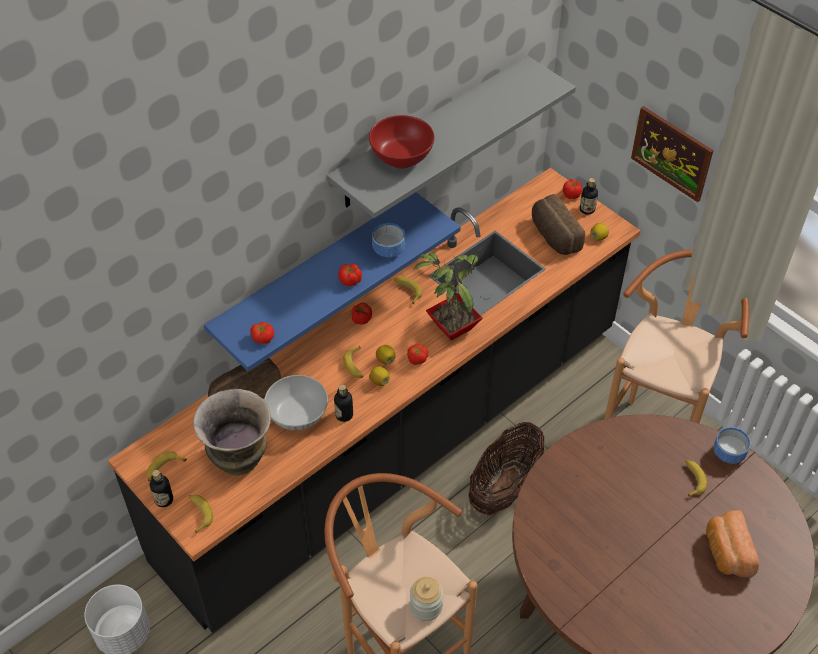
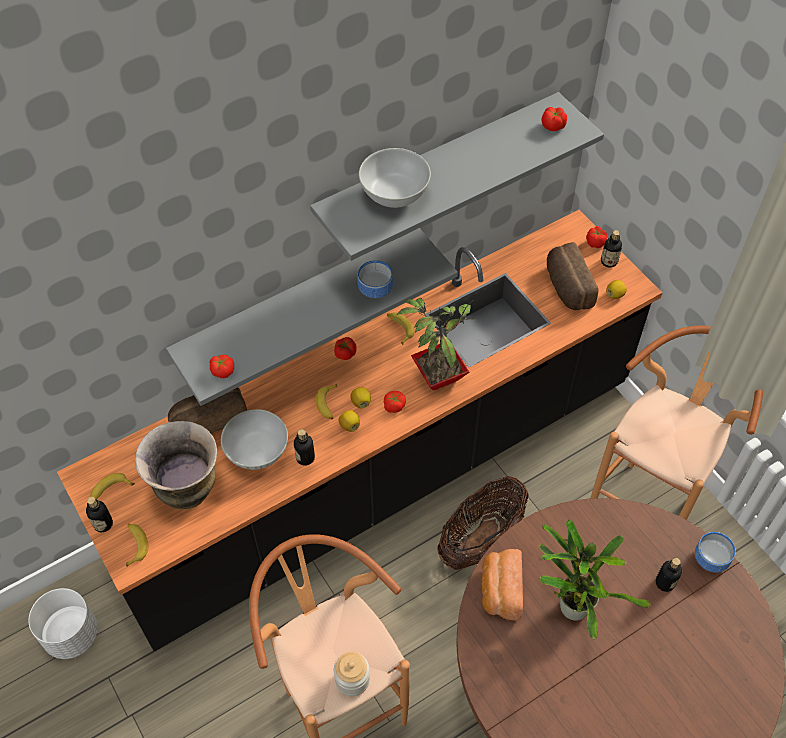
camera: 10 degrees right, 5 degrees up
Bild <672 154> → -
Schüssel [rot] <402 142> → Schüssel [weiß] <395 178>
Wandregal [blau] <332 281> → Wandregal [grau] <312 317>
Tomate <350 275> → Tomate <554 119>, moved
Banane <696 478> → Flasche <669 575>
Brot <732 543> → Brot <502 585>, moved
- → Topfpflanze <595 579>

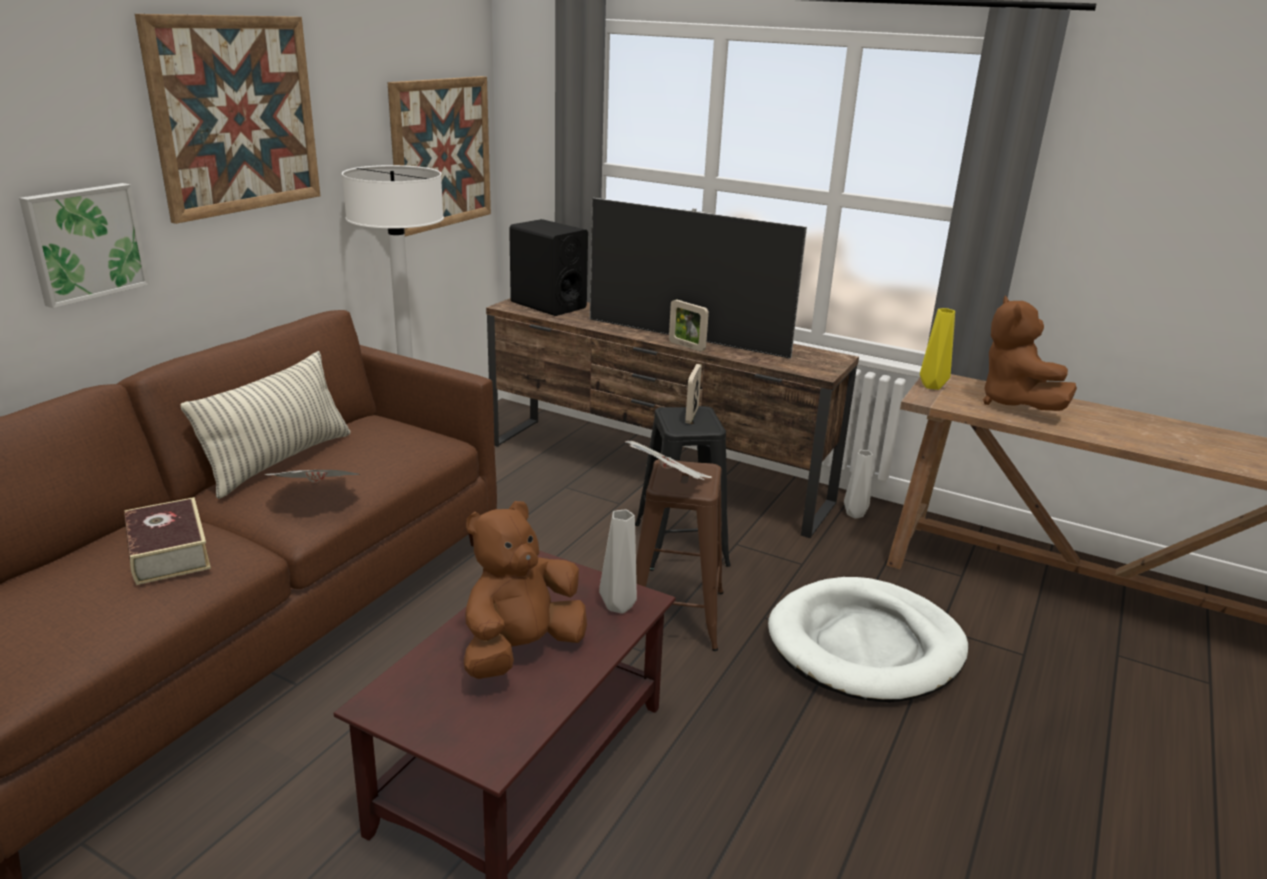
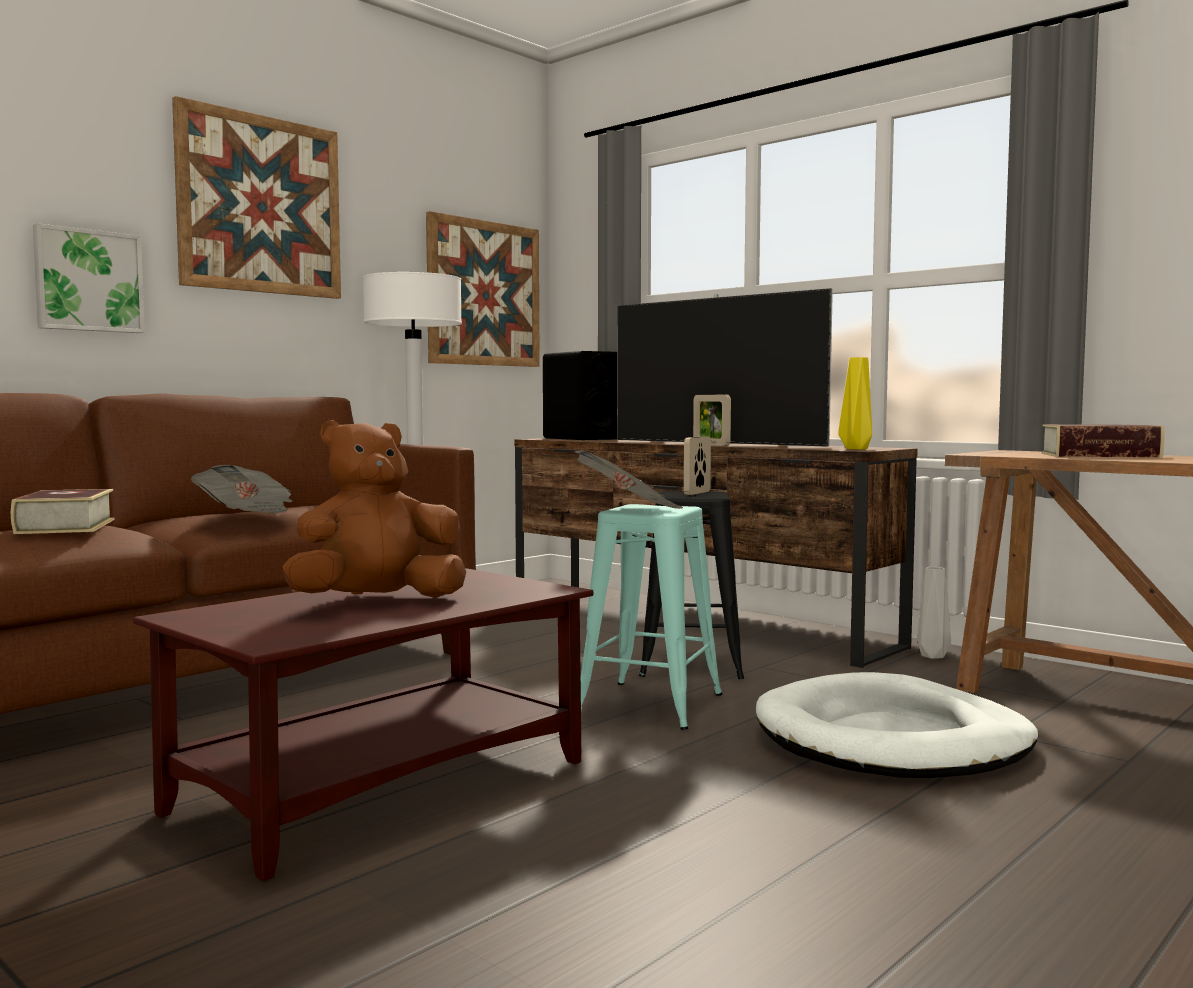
camera: 15 degrees right, 20 degrees down
Plüschtier [braun] <1030 353> → Buch <1103 441>
Vase [gelb] <937 349> → Vase [gelb] <855 403>, moved
Kissen <266 425> → -
Hocker [braun] <679 555> → Hocker [türkis] <651 617>
Vase [grau] <618 561> → -

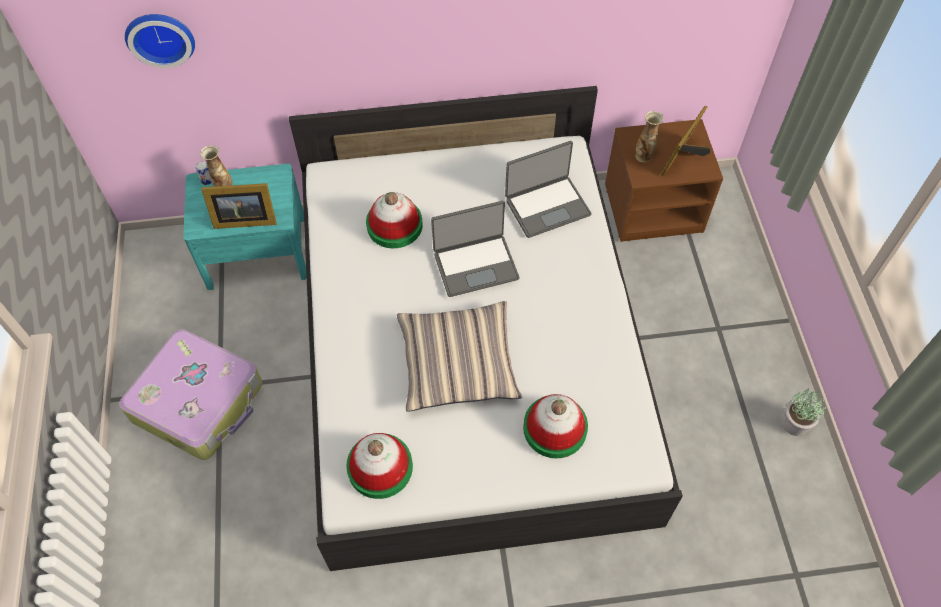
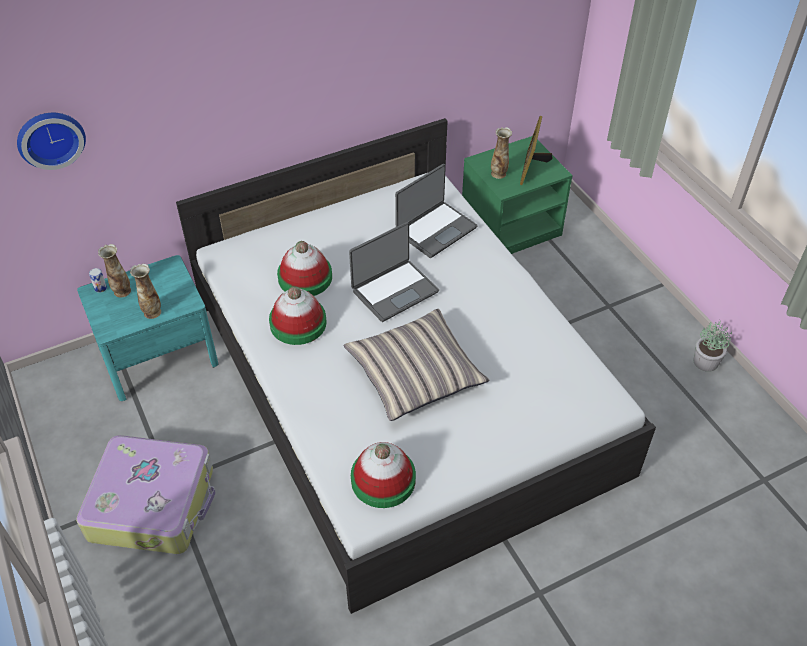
camera: 20 degrees left, 10 degrees down
Nachttisch [braun] <664 180> → Nachttisch [grün] <517 195>
Bilderrahmen <239 206> → Vase <145 291>
Hut <555 426> → Hut <297 315>, moved

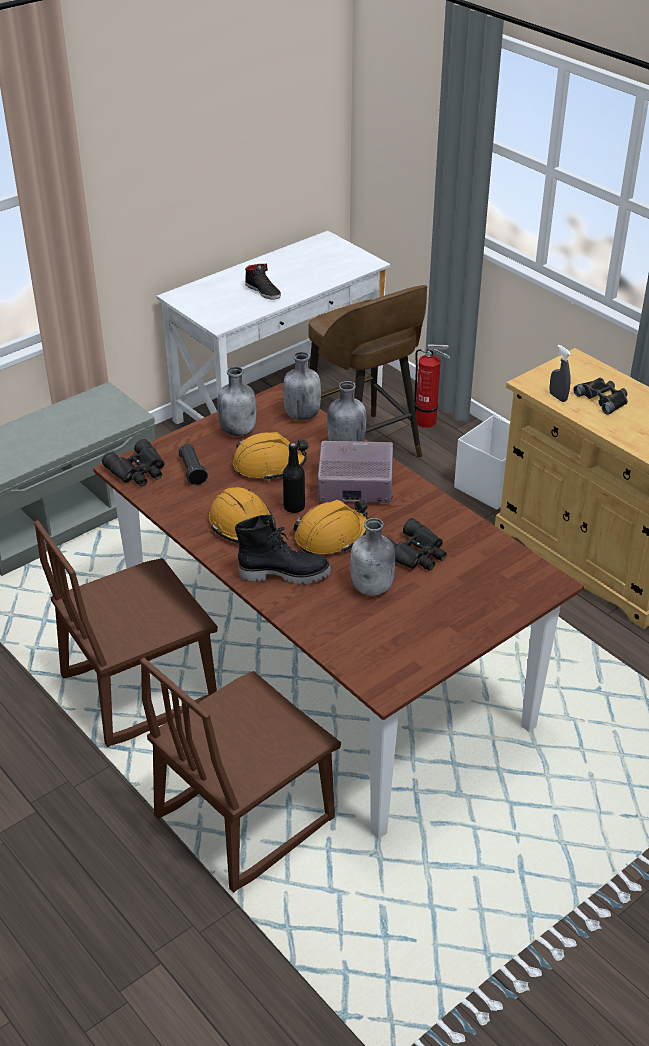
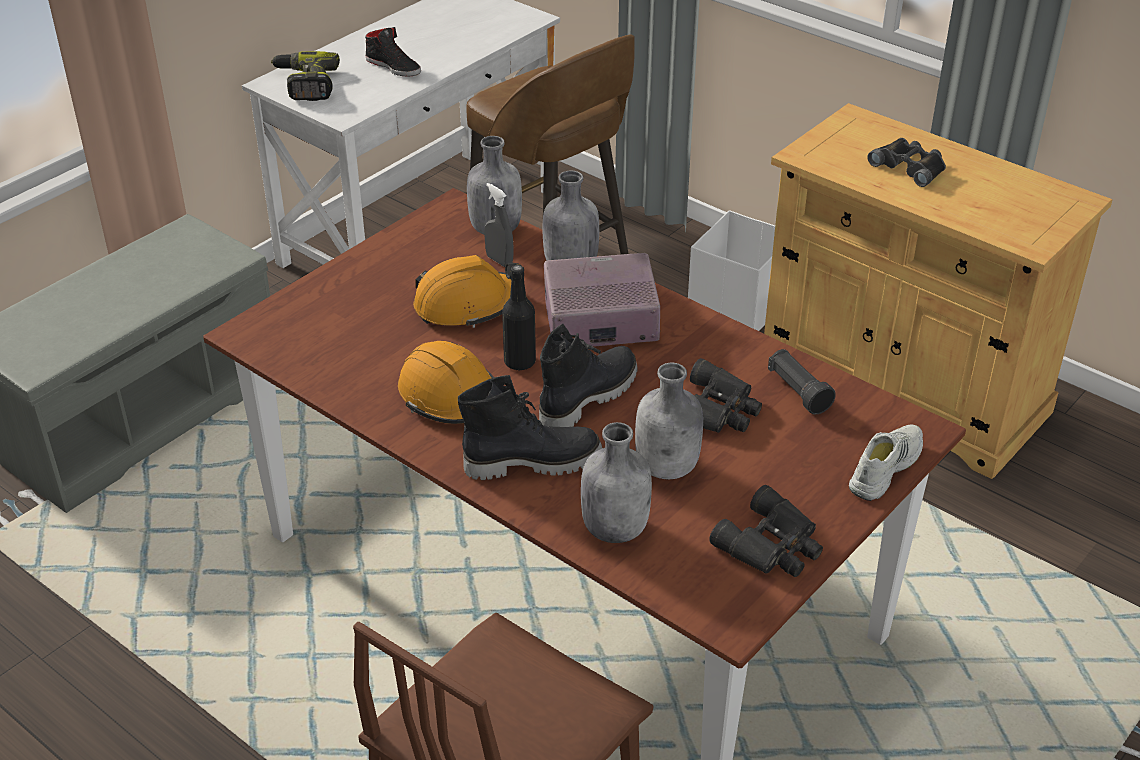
camera: 10 degrees left, 0 degrees up
Feuerlöscher <432 386> → -
Sprühflasche [grau] <560 373> → Sprühflasche [grau] <499 225>, moved
Flasche [grau] <237 401> → Flasche [grau] <616 482>, moved
Fernglas [schwarz] <133 462> → Fernglas [schwarz] <766 531>, moved
Taschenlampe [schwarz] <193 464> → Taschenlampe [schwarz] <802 381>, moved
Schutzhelm [orange] <330 527> → Stiefel [schwarz] <588 375>
Stuhl [braun] <126 633> → -
- → Bohrmaschine <305 76>
- → Schuh [weiß] <886 462>

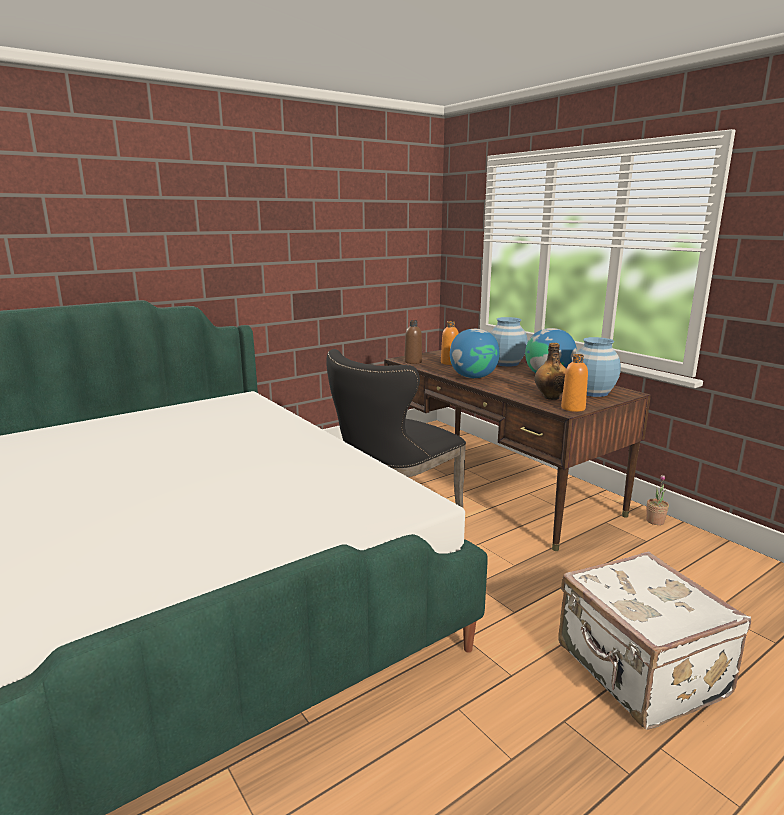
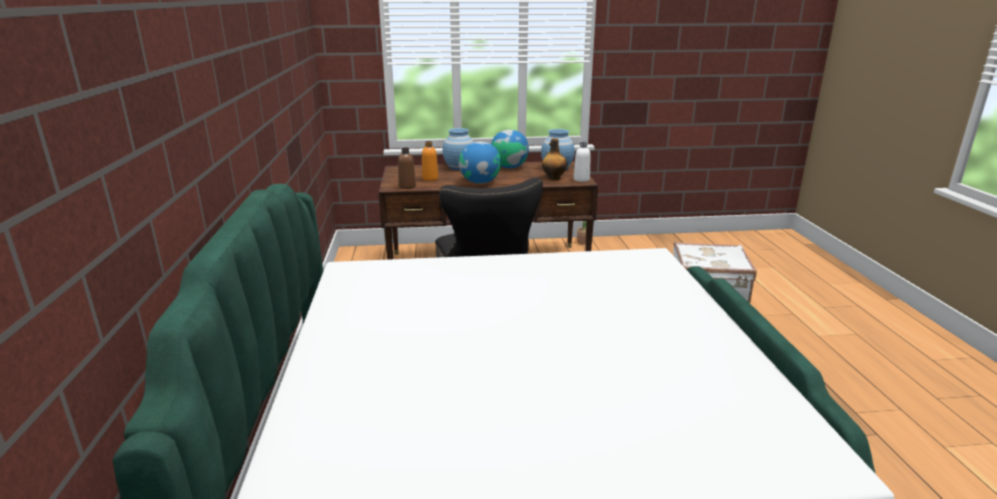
camera: 60 degrees left, 5 degrees up
Flasche [orange] <574 383> → Flasche [weiß] <582 162>

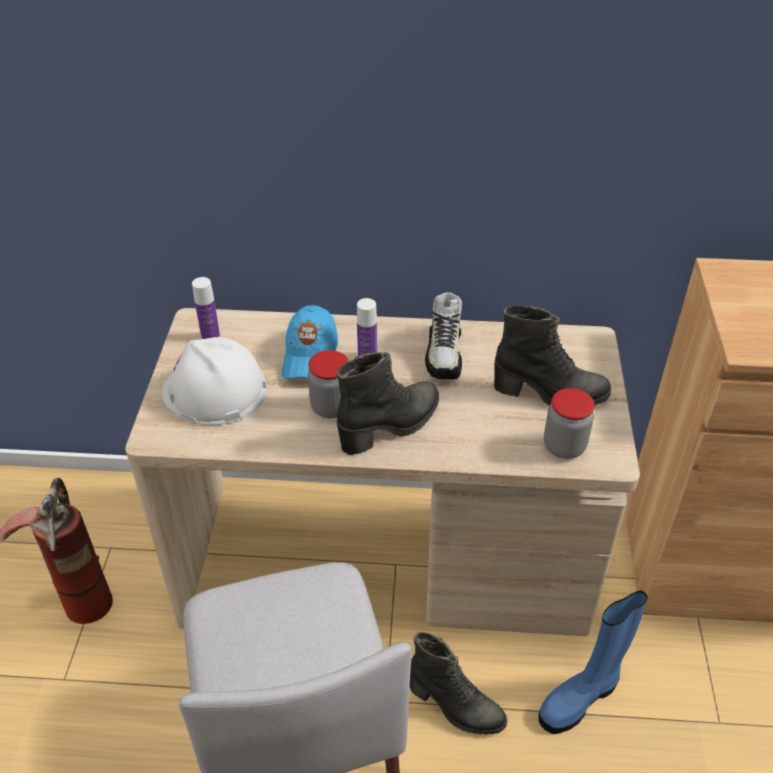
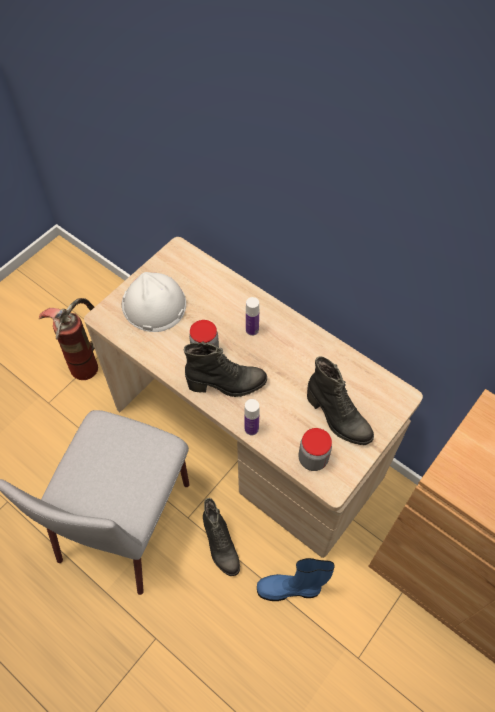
camera: 35 degrees right, 15 degrees up
Flasche <206 308> → Flasche <252 417>, moved
Schuh <443 336> → -
Kappe [blau] <310 342> → -

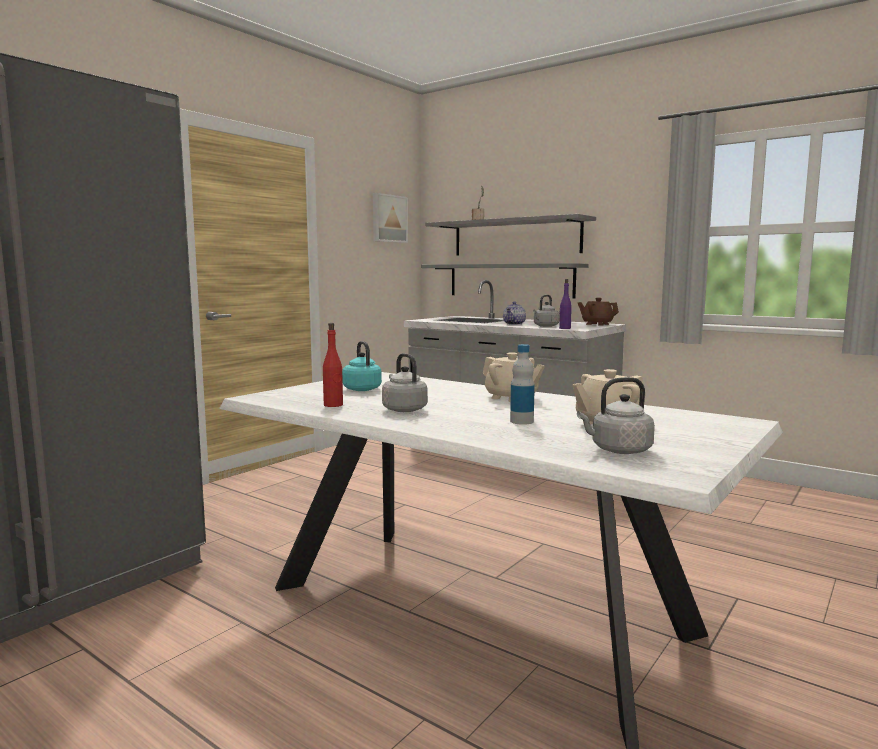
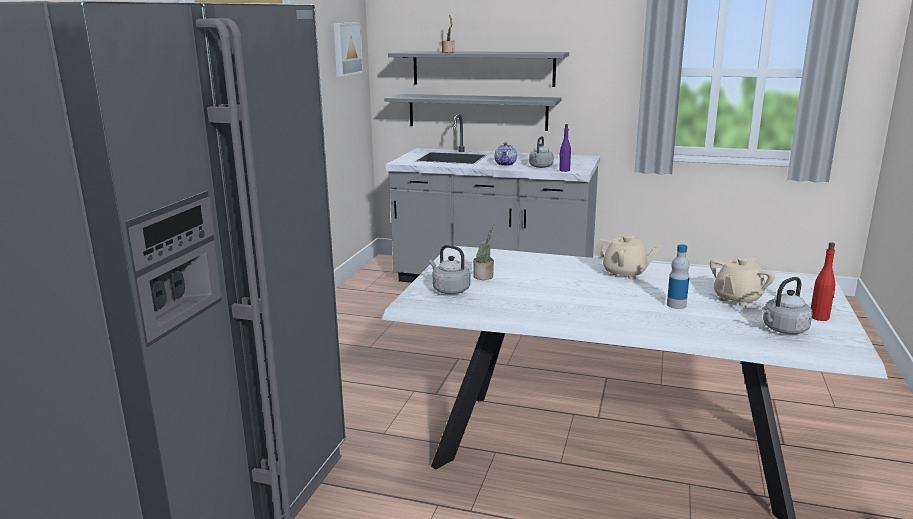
camera: 20 degrees left, 10 degrees up
Teekanne [braun] <598 312> → -
Flasche [rot] <333 365> → Flasche [rot] <823 281>, moved
Wasserkessel [türkis] <362 366> → Topfpflanze <484 252>
Wasserkessel [grau] <405 382> → Wasserkessel [grau] <449 269>, moved

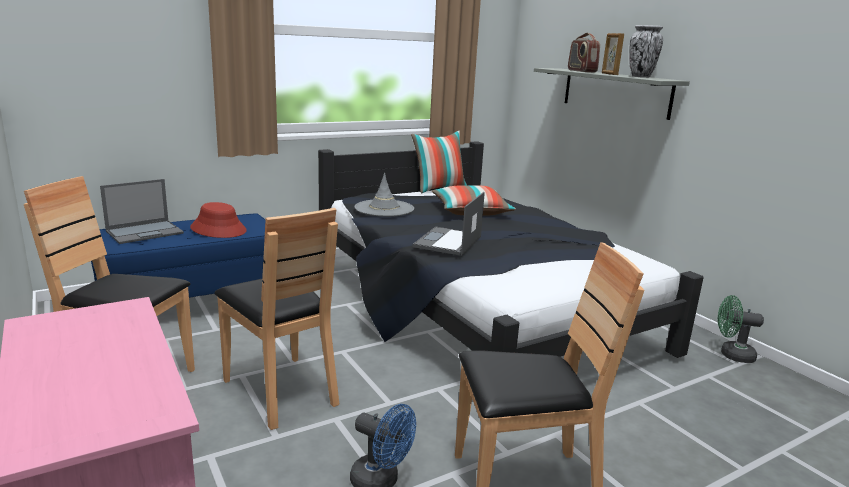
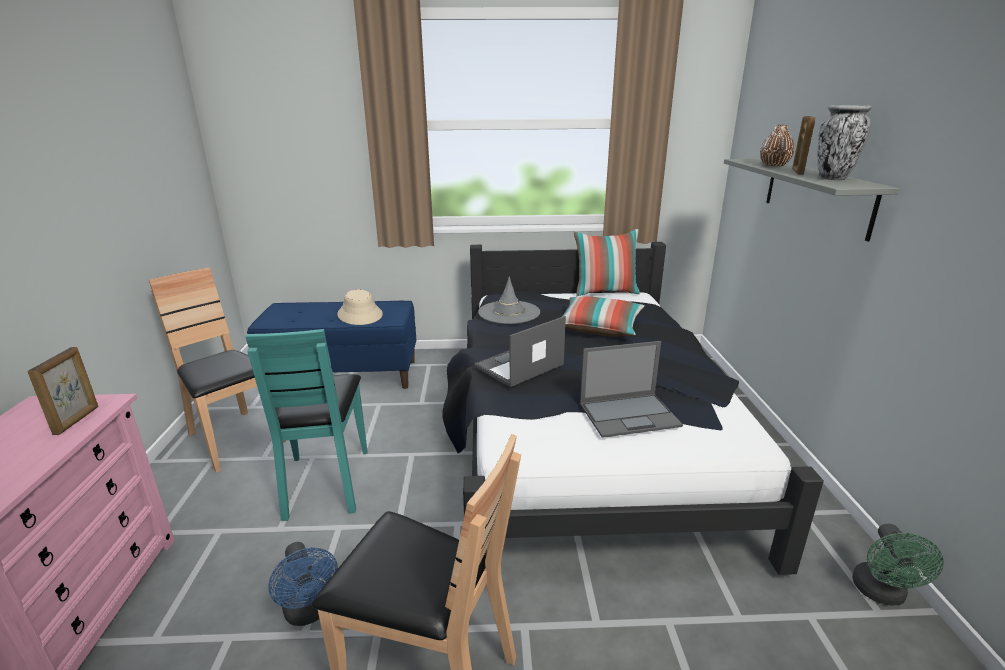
camera: 30 degrees right, 5 degrees up
Radio <584 52> → Vase [braun] <777 146>
Laptop <142 211> → Laptop <631 389>, moved
Hut [rot] <218 220> → Hut [beige] <360 307>
Stuhl [braun] <276 319> → Stuhl [türkis] <306 425>
Ventilator [grün] <741 329> → Ventilator [grün] <898 564>, 120 degrees counterclockwise
- → Bilderrahmen <62 391>

